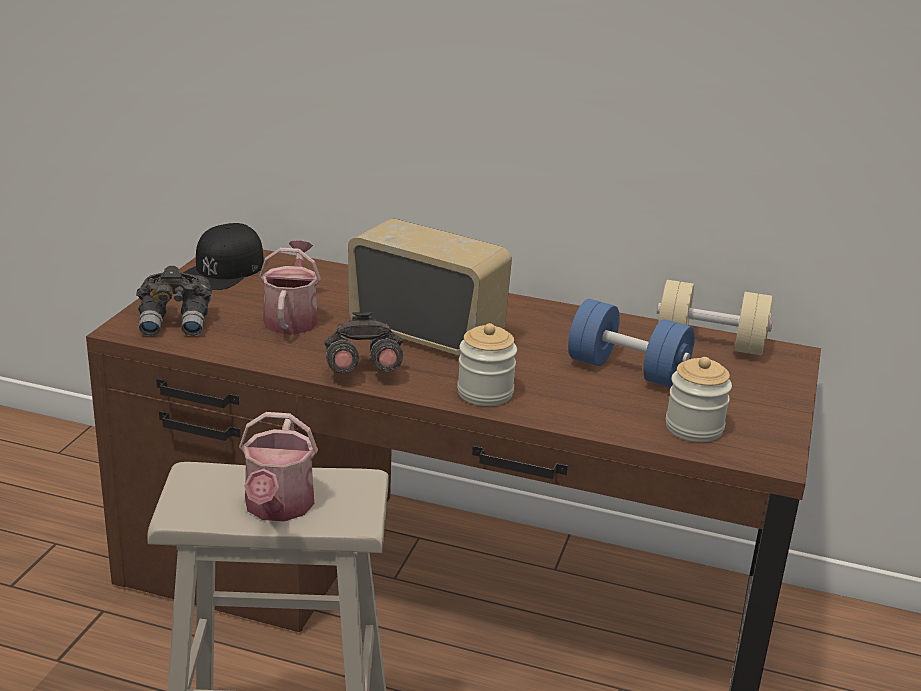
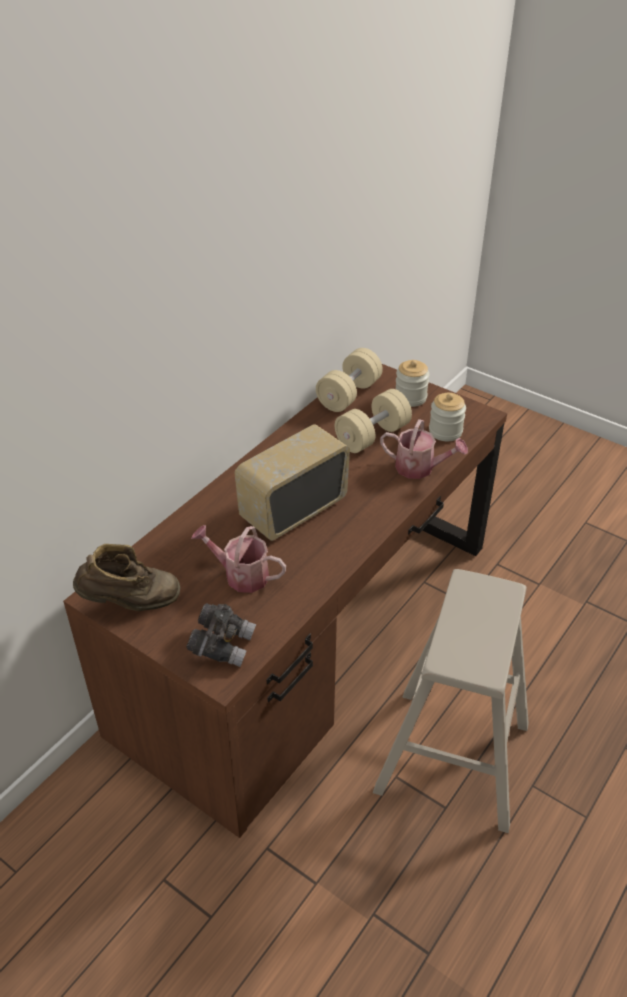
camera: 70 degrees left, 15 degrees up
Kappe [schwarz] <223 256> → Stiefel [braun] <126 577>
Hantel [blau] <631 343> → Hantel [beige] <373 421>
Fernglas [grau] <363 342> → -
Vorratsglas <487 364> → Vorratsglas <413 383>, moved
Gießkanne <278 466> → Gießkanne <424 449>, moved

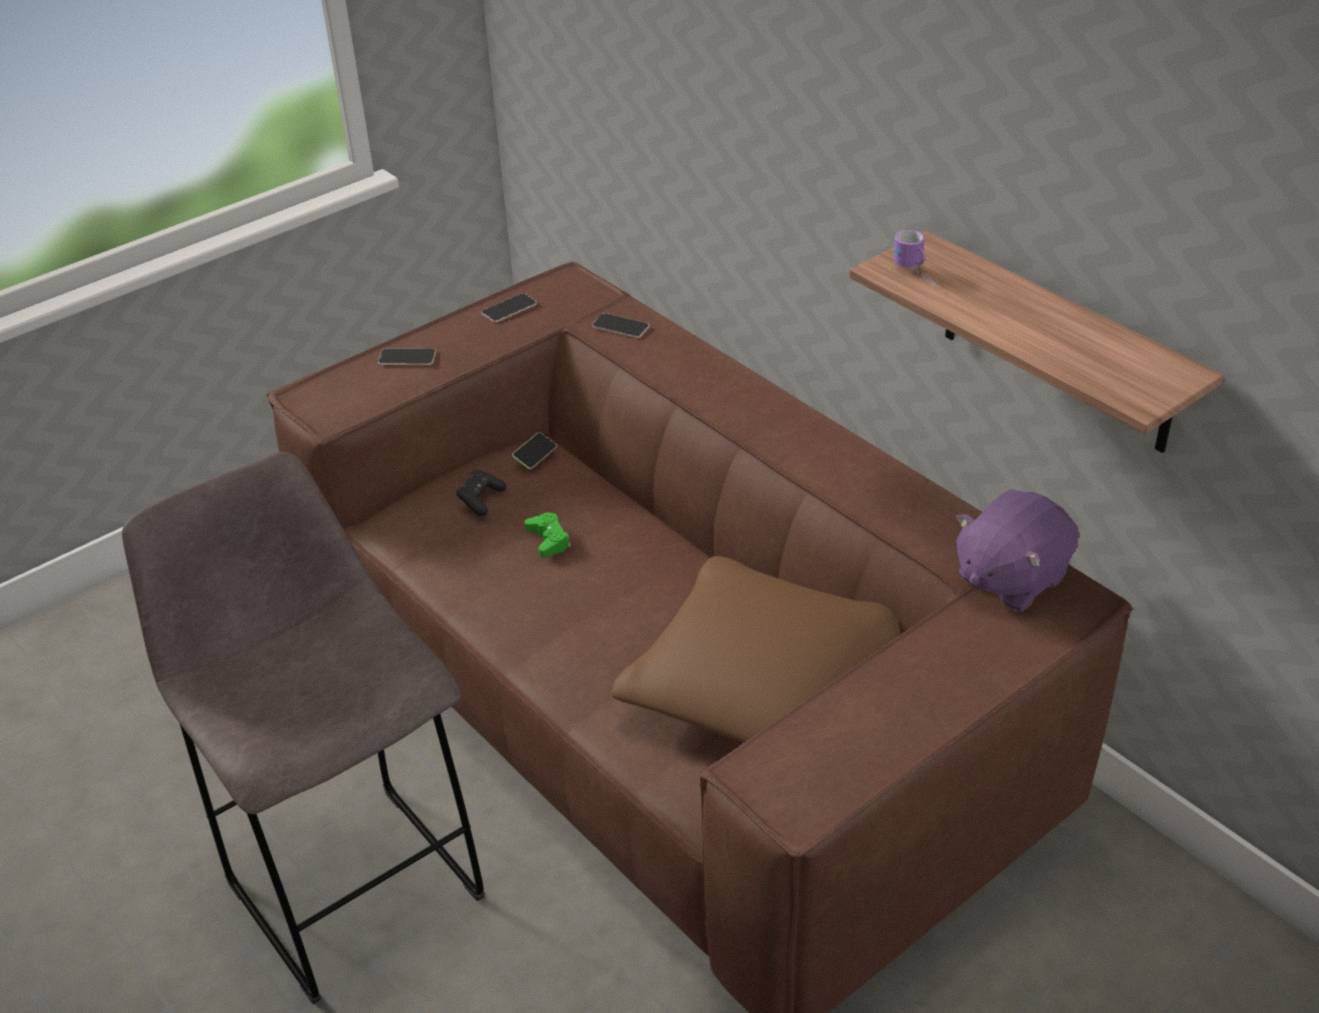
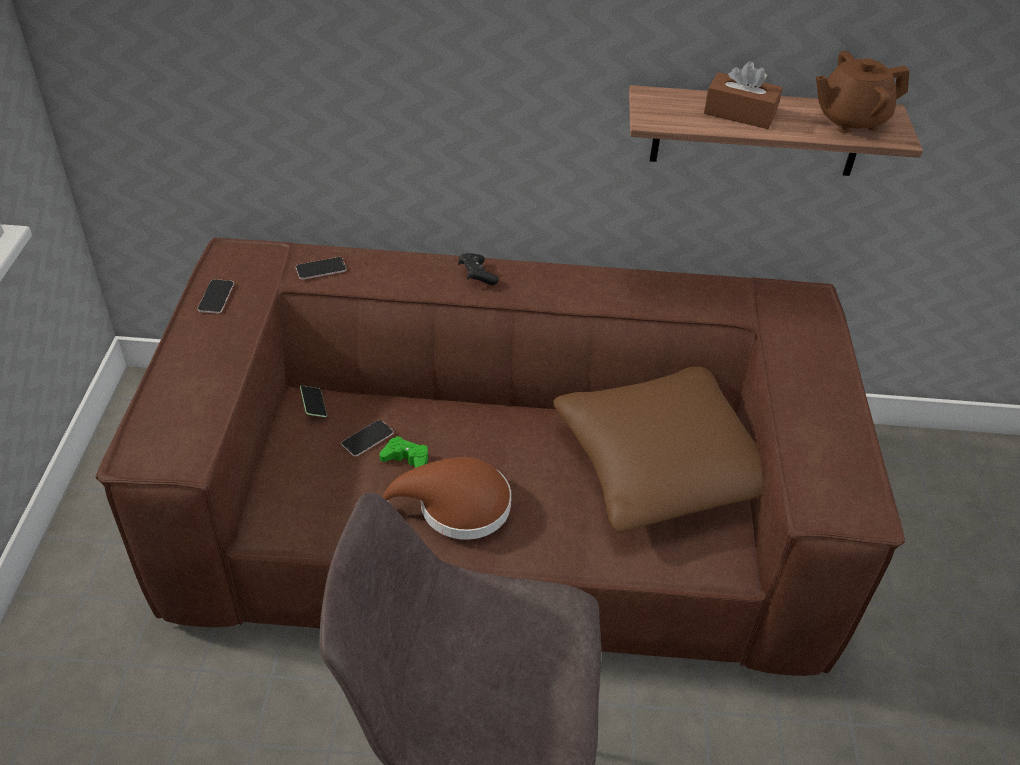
camera: 50 degrees left, 5 degrees up
Henkelbecher <916 259> → -
Handy <407 356> → Handy <367 438>, moved
Gamepad [schwarz] <481 493> → Gamepad [schwarz] <478 269>, moved
Plüschtier [lila] <1017 550> → -
- → Teekanne [braun] <863 92>
- → Taschentuchbox [braun] <743 95>
- → Hut [braun] <447 498>

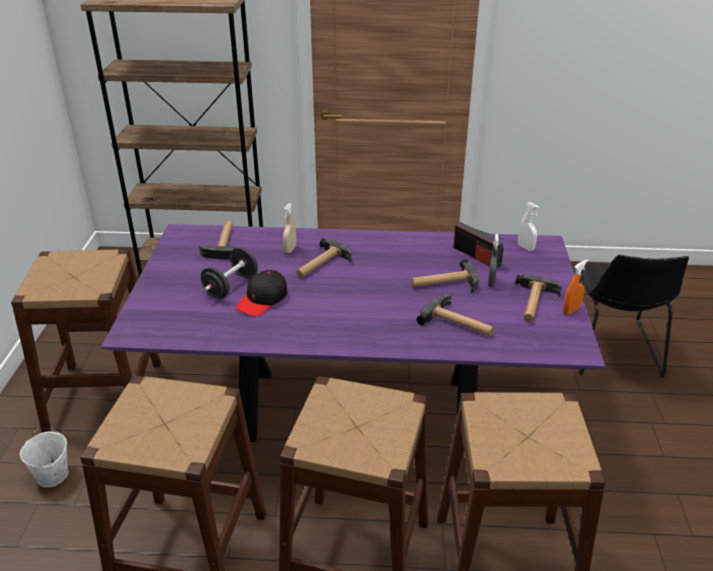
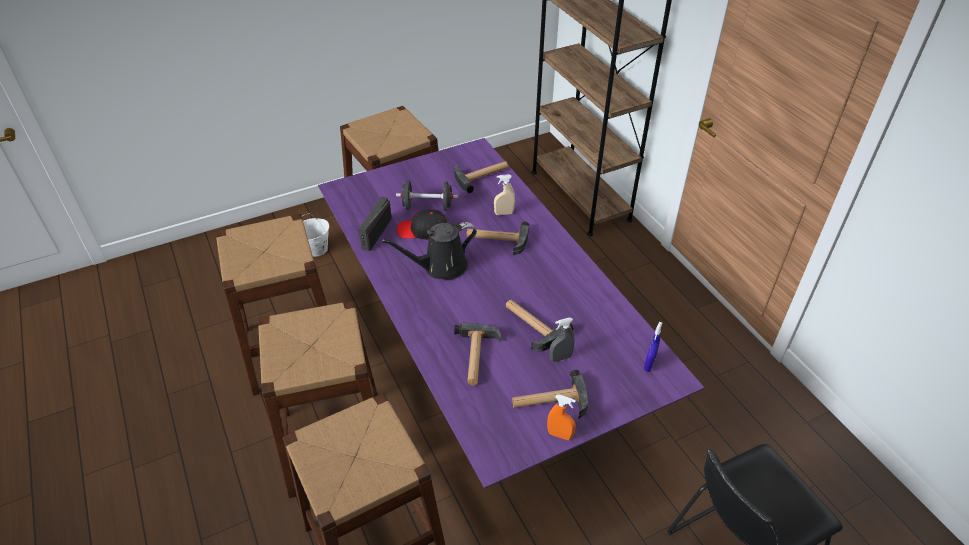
camera: 60 degrees right, 10 degrees up
Sprühflasche [weiß] <528 226> → Sprühflasche [blau] <653 347>
Radio <478 245> → Radio <375 224>, moved
- → Gießkanne [schwarz] <429 250>

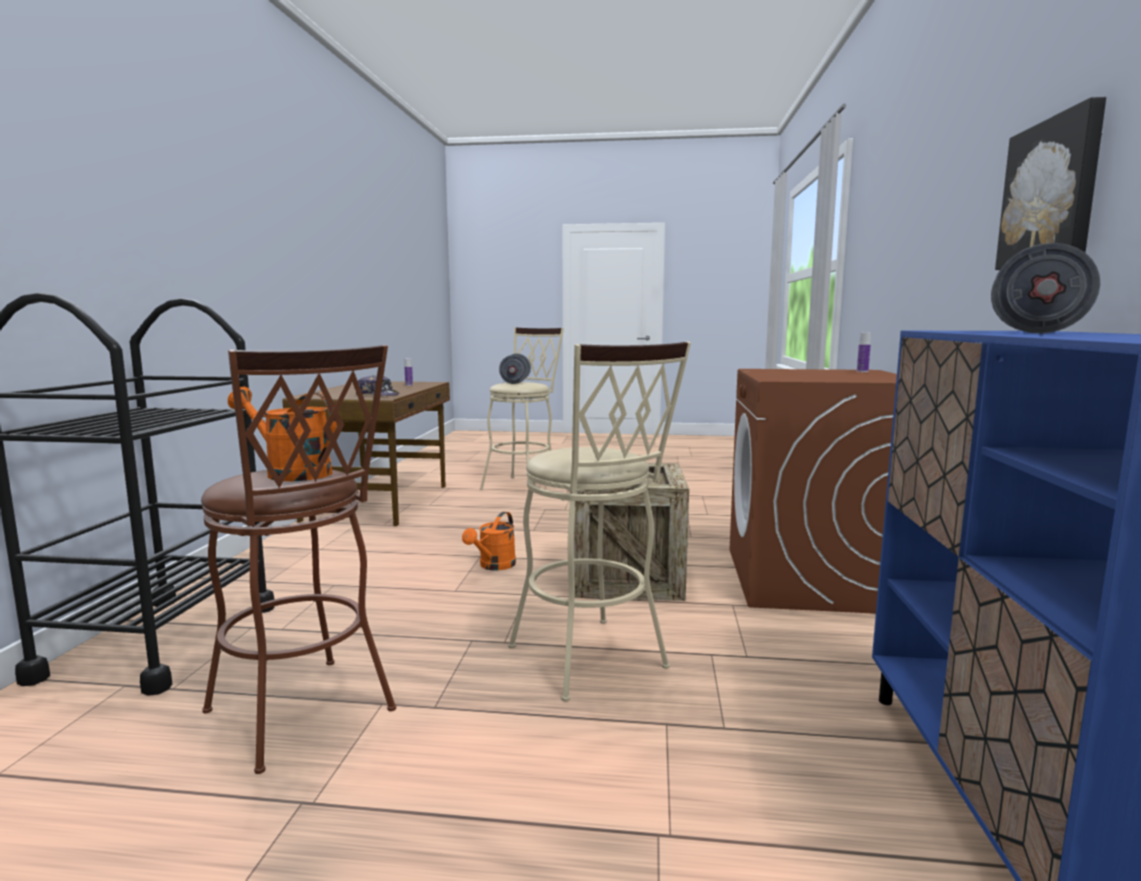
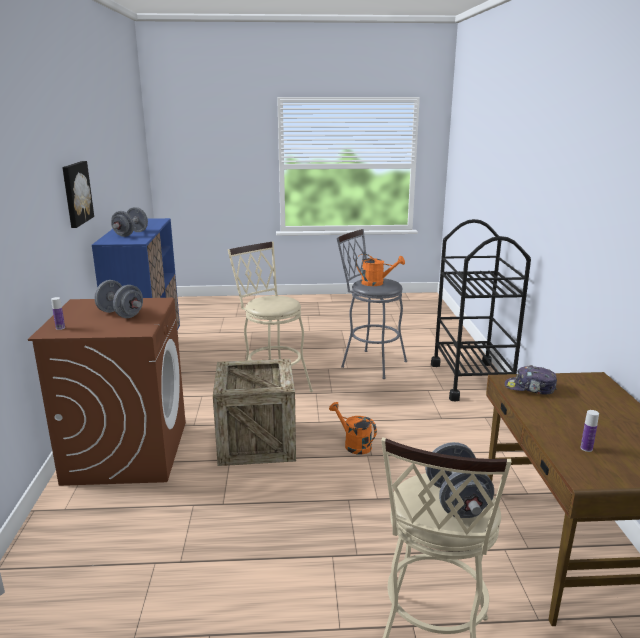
camera: 170 degrees right, 10 degrees up
Hocker [braun] <298 559> → Hocker [grau] <372 304>
Gießkanne [orange] <489 541> → Gießkanne [orange] <353 428>, 60 degrees counterclockwise
- → Hantel [grau] <119 299>

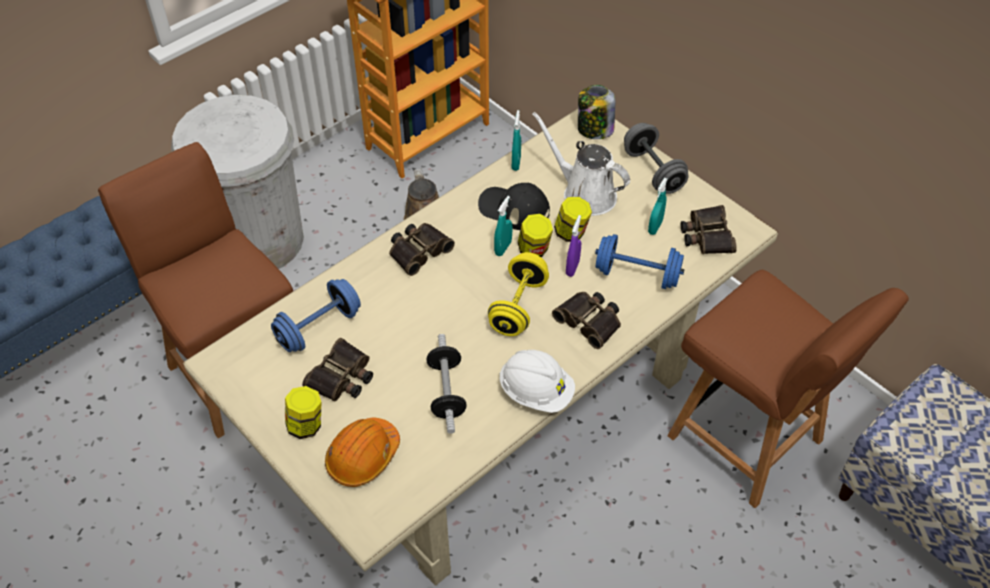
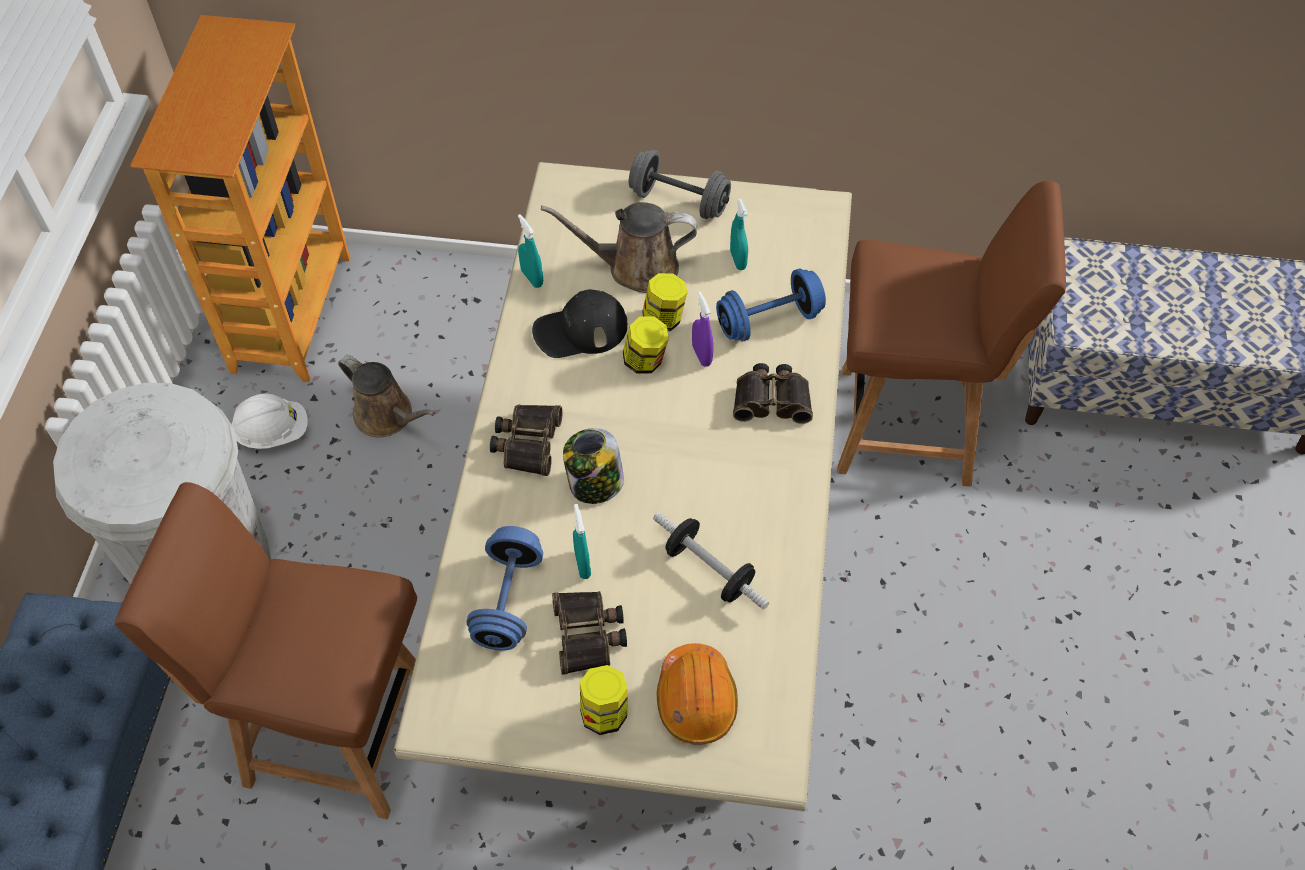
camera: 40 degrees left, 5 degrees up
Vorratsglas <596 112> → Vorratsglas <593 466>, moved
Gießkanne [weiß] <581 163> → Gießkanne [braun] <619 247>
Sprühflasche [türkis] <503 226> → Sprühflasche [türkis] <582 541>, moved
Fernglas <709 229> → -
Hantel [gelb] <518 294> → -
Schutzhelm [weiß] <537 381> → Schutzhelm [weiß] <269 421>, moved

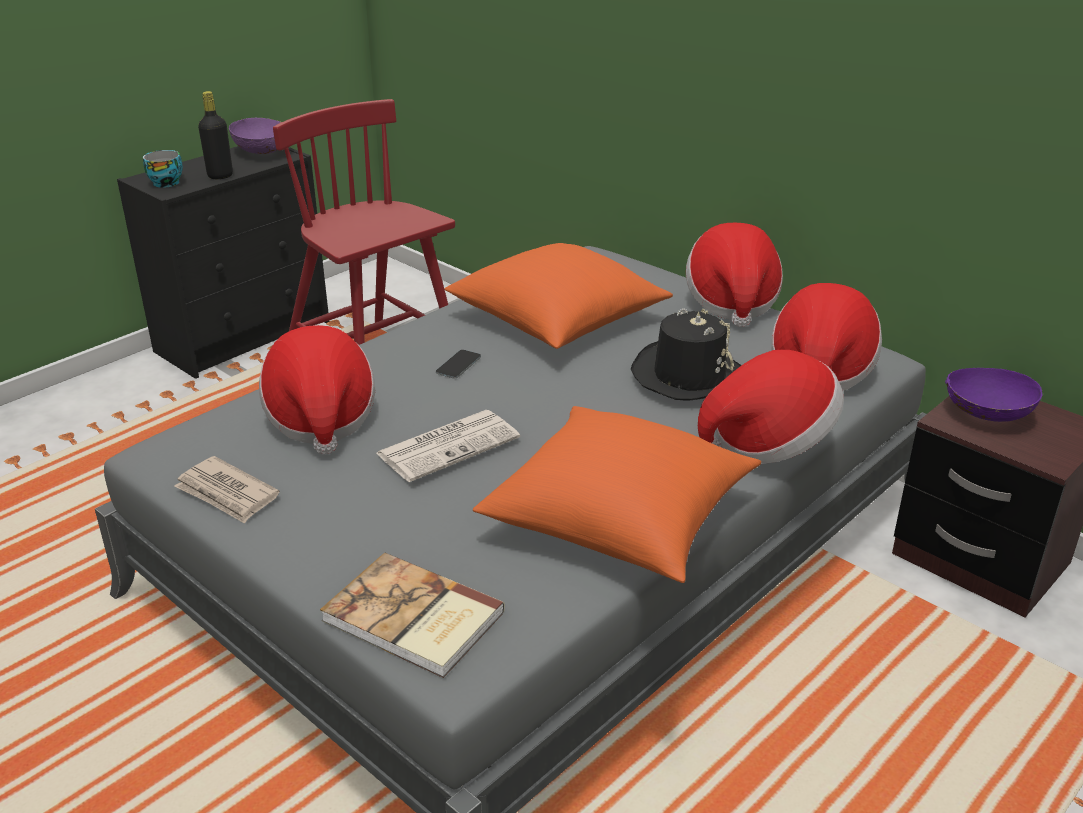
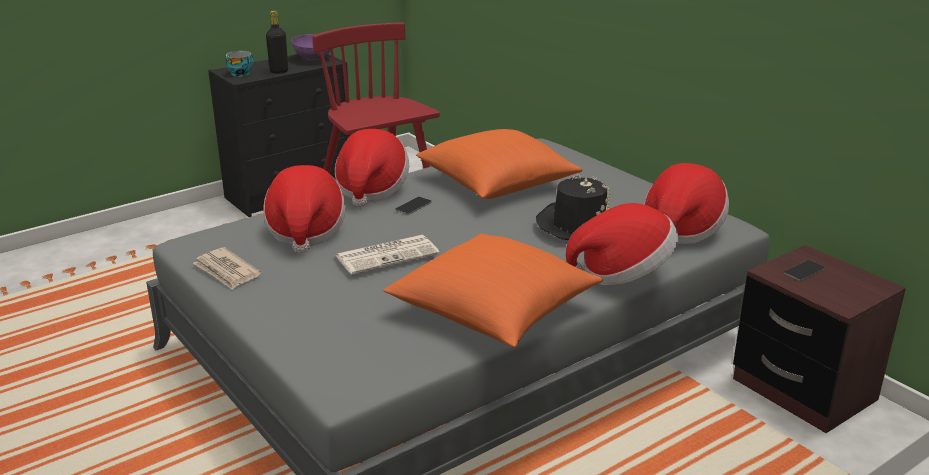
camera: 10 degrees right, 5 degrees down
Hut <734 275> → Hut <372 168>, moved
Schüssel [lila] <993 395> → Handy <804 270>
Buch <412 615> → -

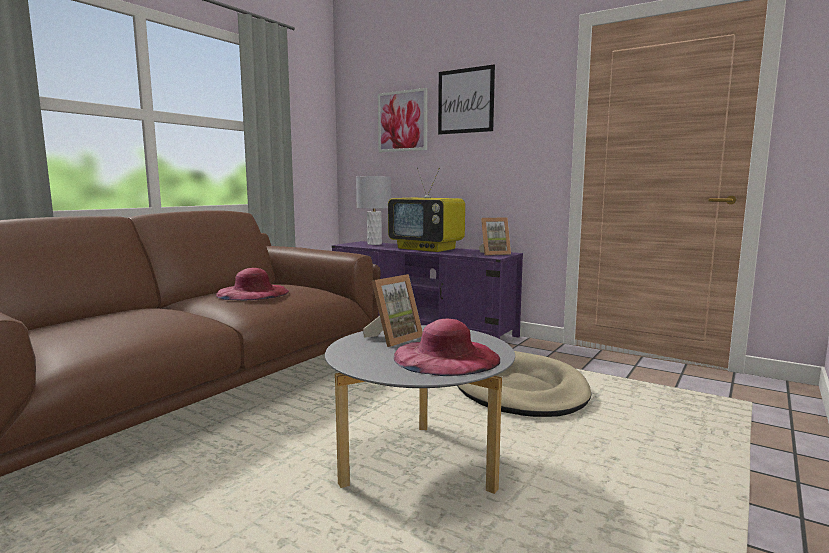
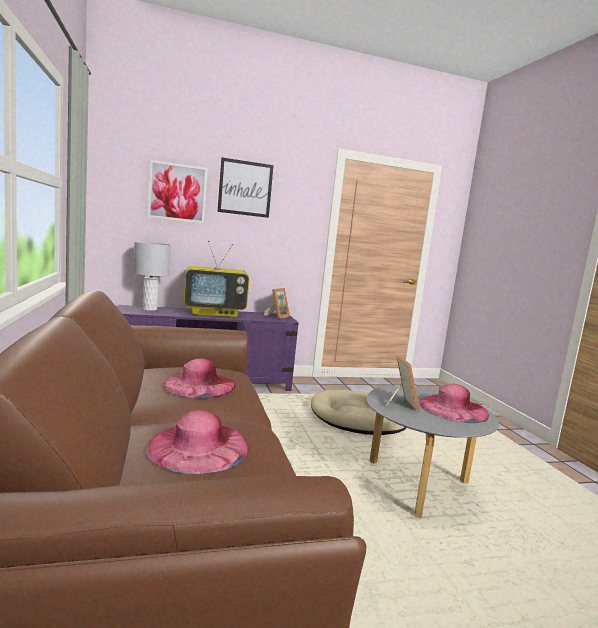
camera: 50 degrees left, 0 degrees up
- → Hut [rosa] <197 442>

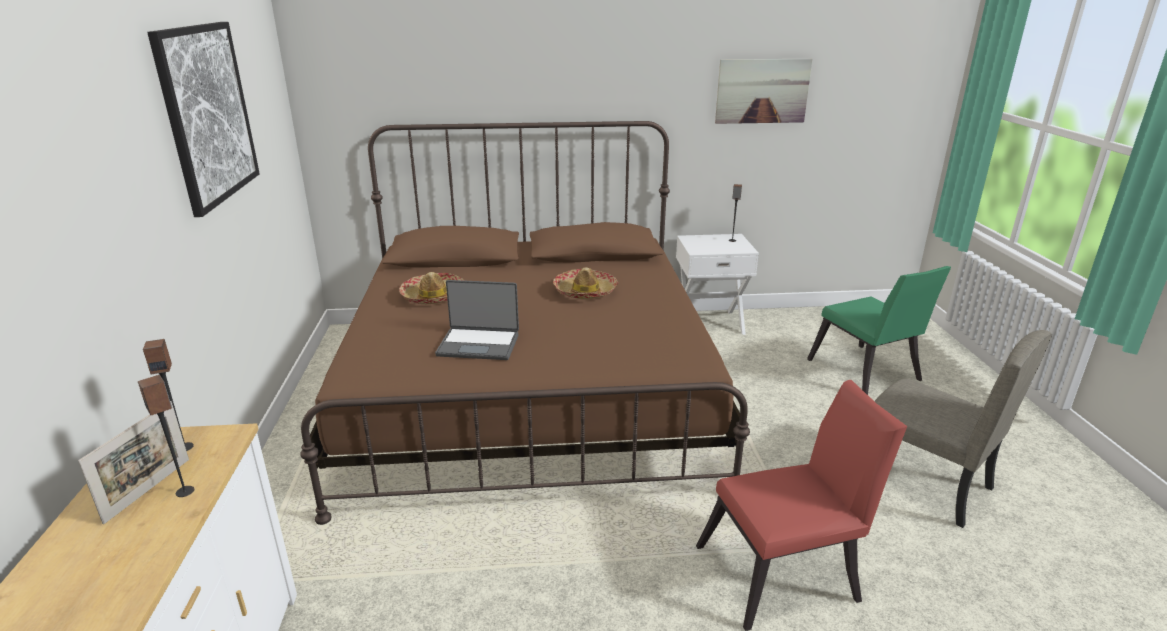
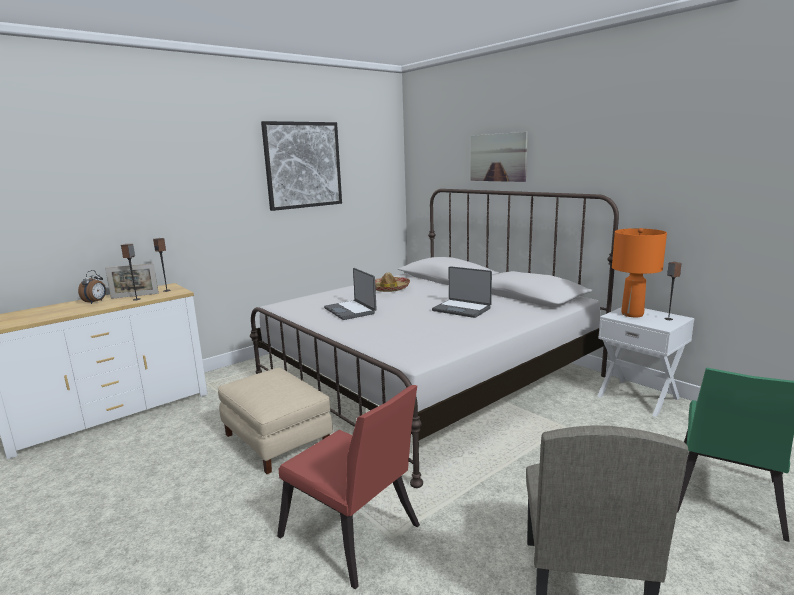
camera: 55 degrees right, 10 degrees down
Bild <764 91> → Bild <499 157>, moved
Bett [braun] <525 323> → Bett [weiß] <434 338>
Hut <585 283> → Laptop <462 292>
- → Tischlampe [orange] <639 272>
- → Wecker <92 287>
- → Polsterhocker [beige] <275 421>

